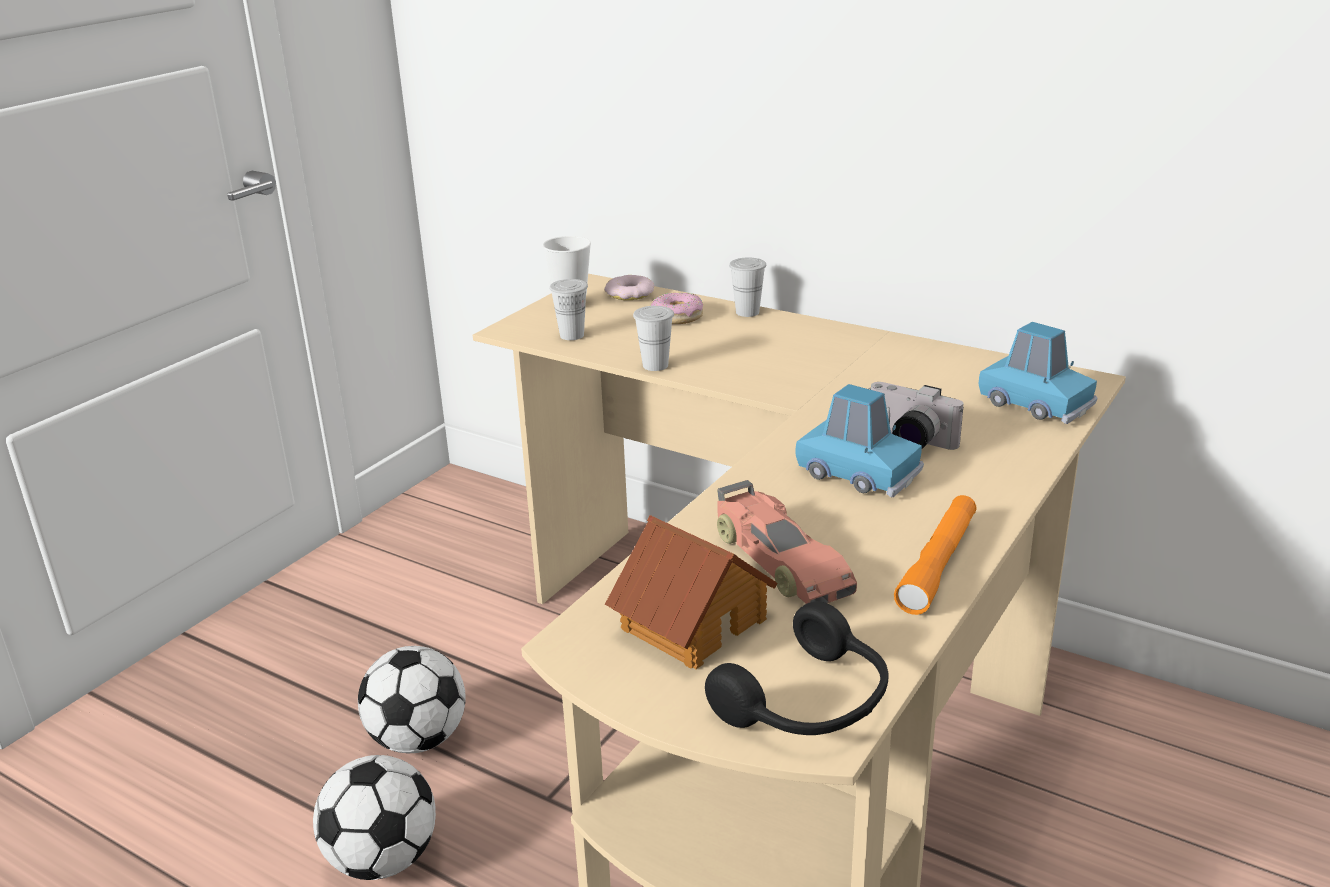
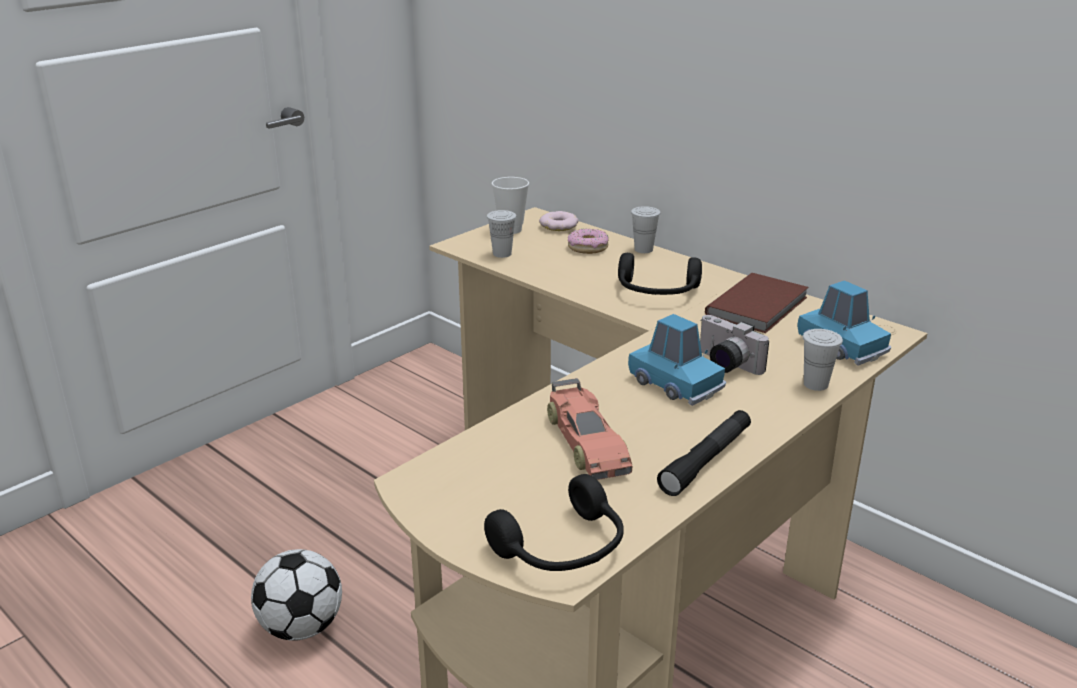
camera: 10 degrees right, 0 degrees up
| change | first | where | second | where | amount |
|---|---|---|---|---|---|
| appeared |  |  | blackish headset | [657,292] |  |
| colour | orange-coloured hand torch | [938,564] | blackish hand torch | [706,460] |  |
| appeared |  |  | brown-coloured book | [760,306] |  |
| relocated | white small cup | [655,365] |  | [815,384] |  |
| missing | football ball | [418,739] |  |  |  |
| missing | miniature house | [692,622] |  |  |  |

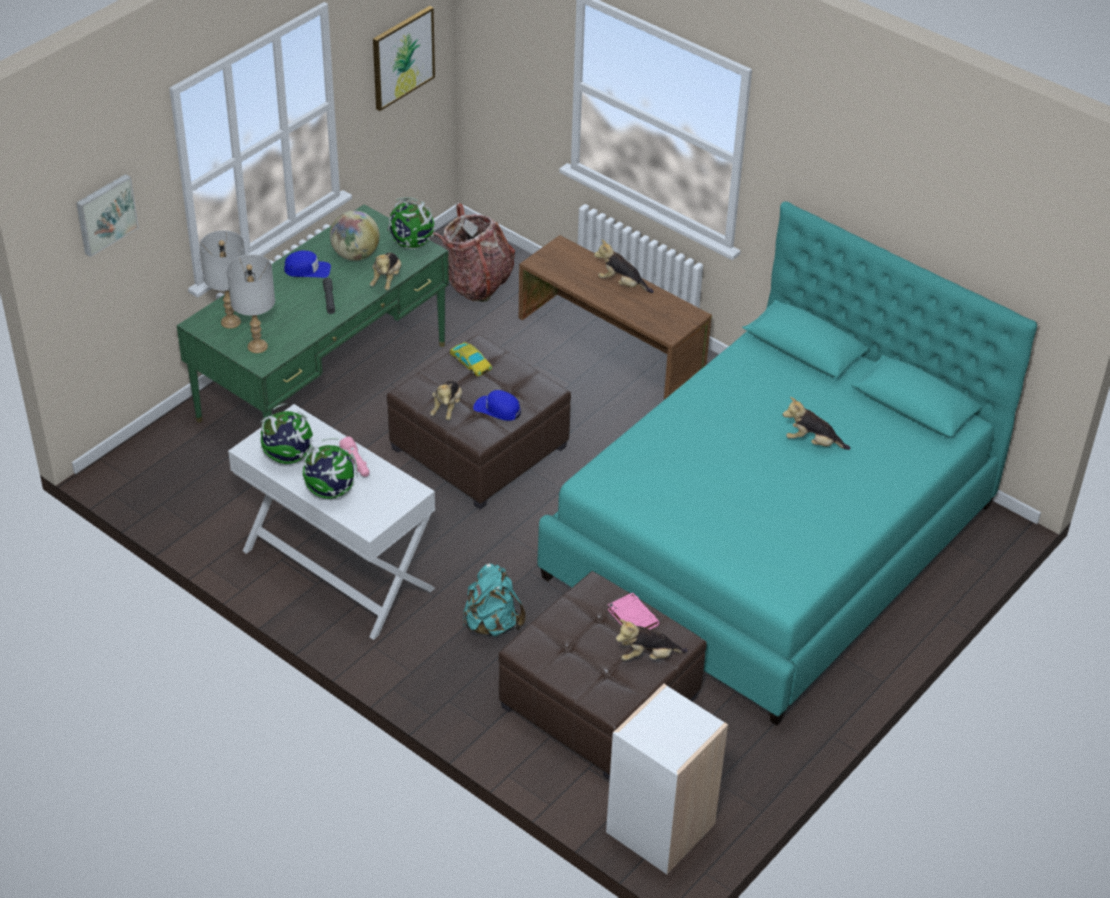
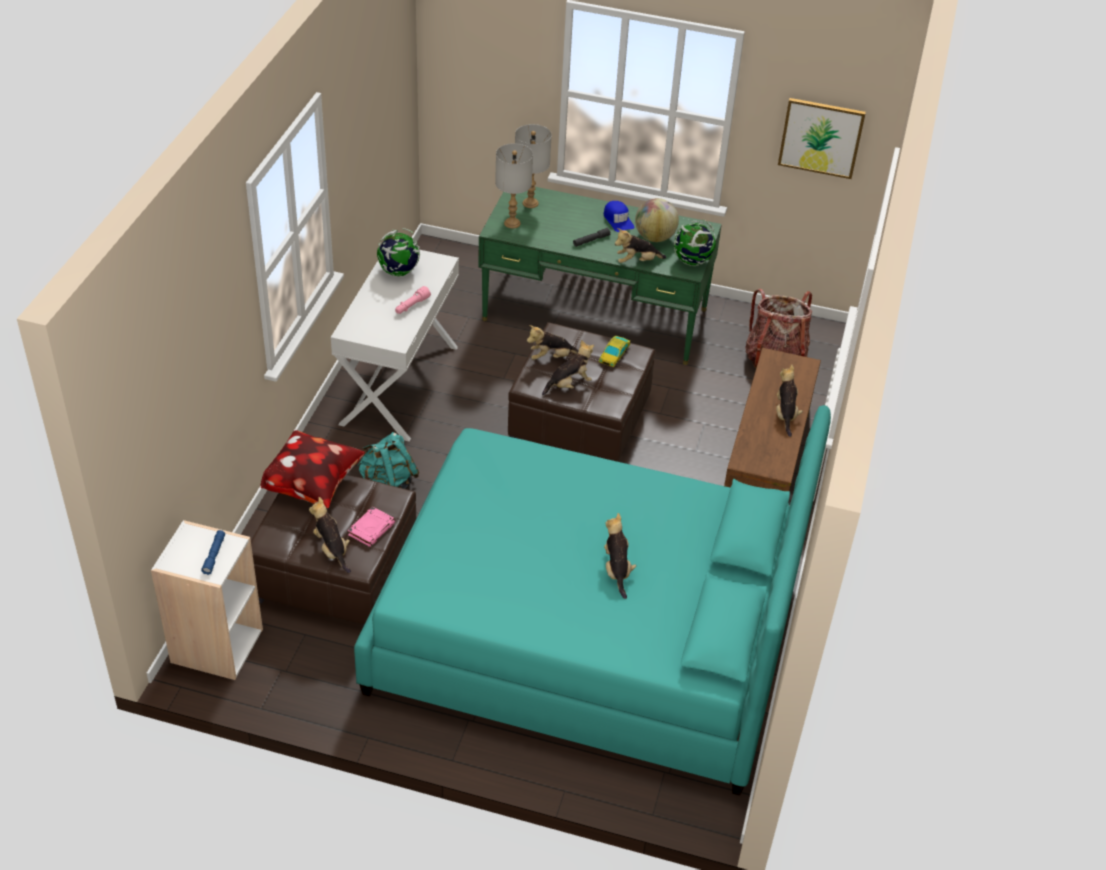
camera: 65 degrees right, 0 degrees up
| change | first | where | second | where | amount |
|---|---|---|---|---|---|
| appeared |  |  | blue hand torch | [214,555] |  |
| appeared |  |  | cushion | [314,486] |  |
| exchanged | blue peaked cap | [497,409] | plush toy | [569,384] |  |
| missing | picture | [105,213] |  |  |  |
| missing | world globe | [331,491] |  |  |  |

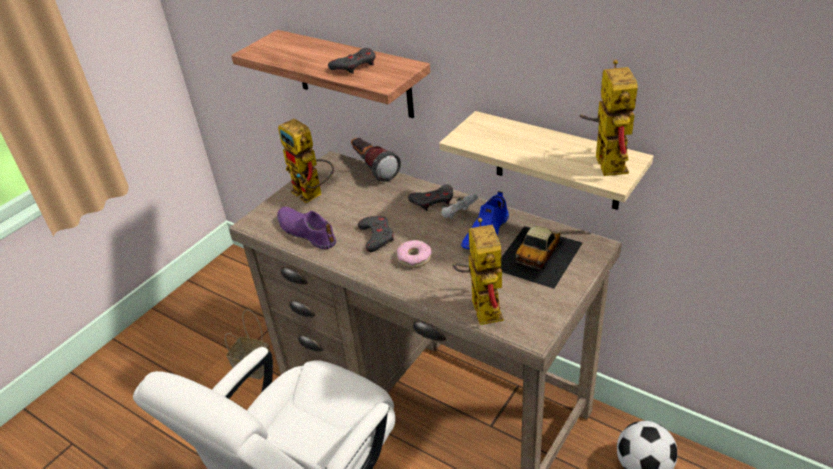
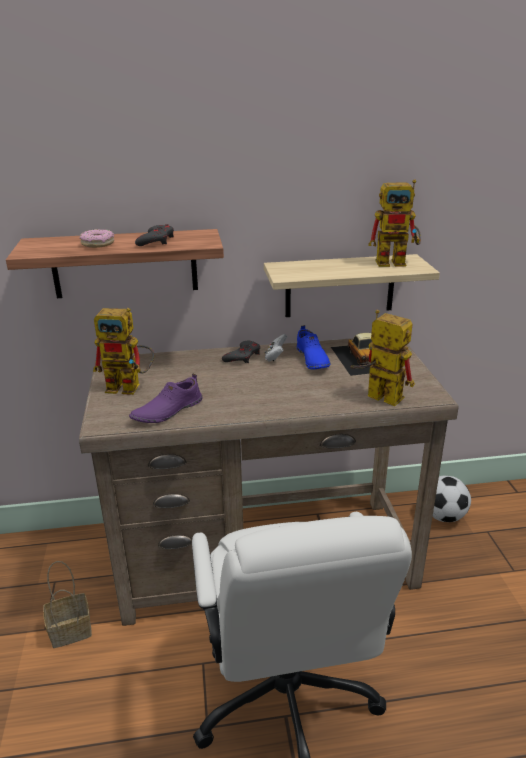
camera: 45 degrees left, 10 degrees down
| change | first | where | second | where | amount |
|---|---|---|---|---|---|
| relocated | doughnut | [414,258] |  | [98,244] |  |
| spun | purple low shoe | [306,232] |  | [167,411] | 45 degrees counterclockwise |
| spun | model robot | [604,160] |  | [397,262] | 135 degrees clockwise |
| missing | hand torch | [372,168] |  |  |  |
| missing | greyish game controller | [376,236] |  |  |  |

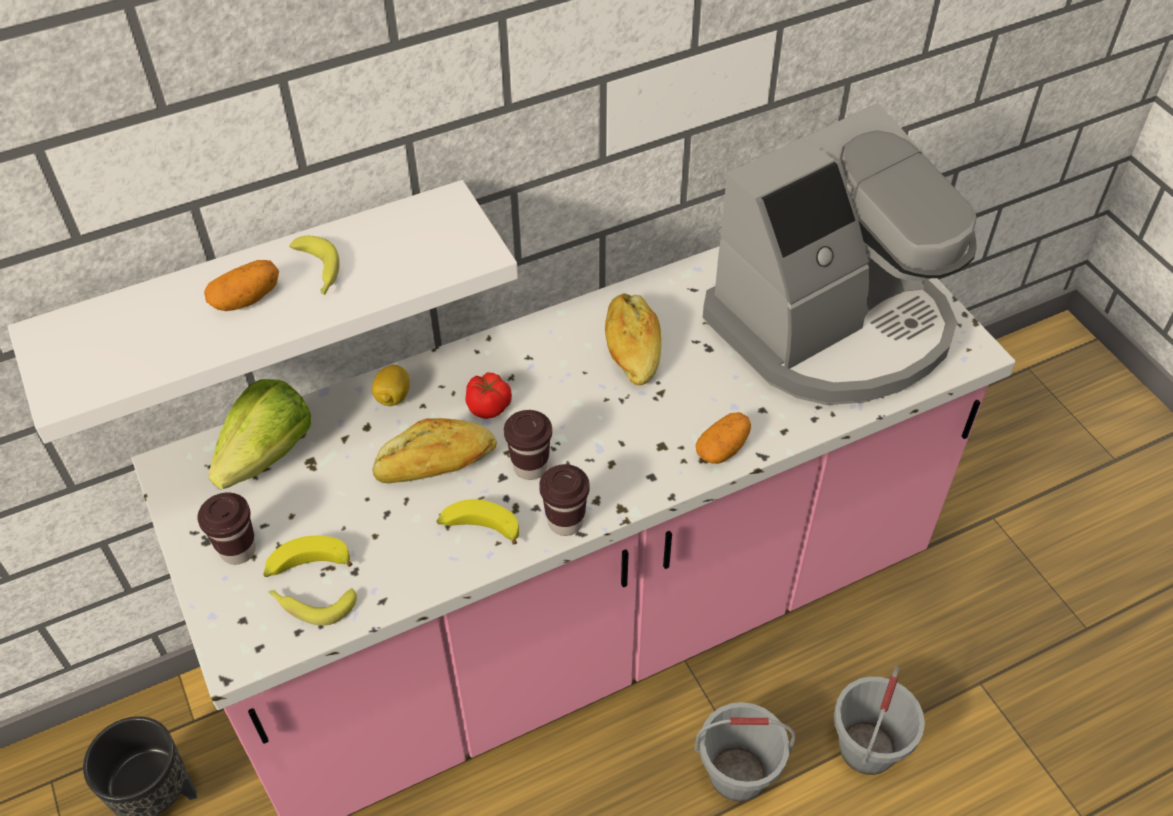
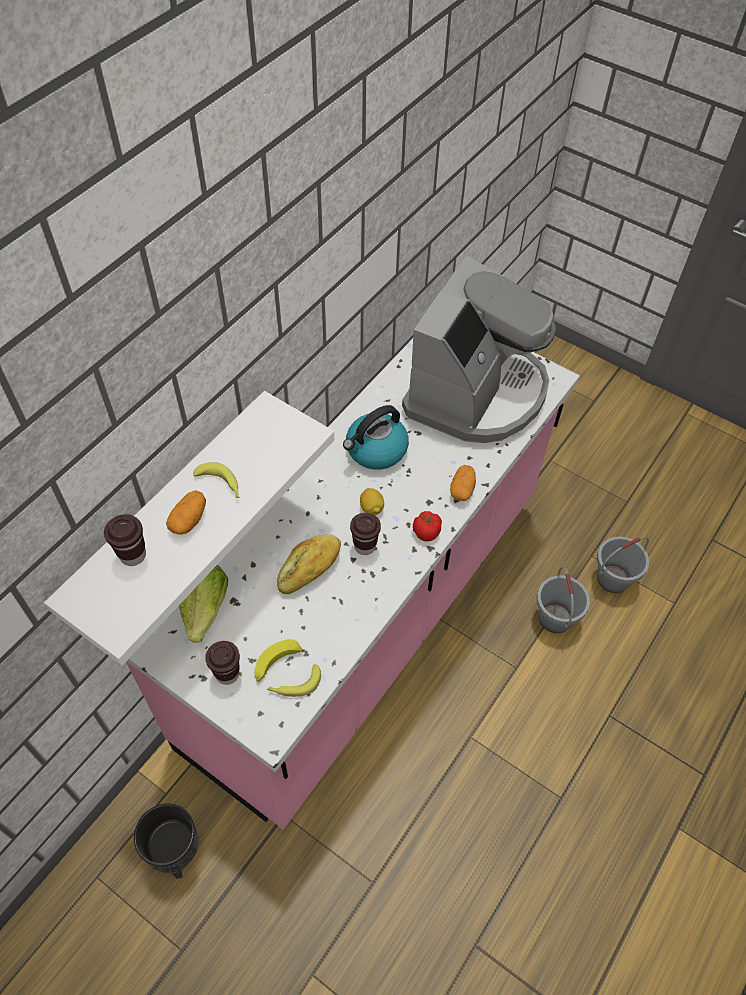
camera: 30 degrees left, 5 degrees up
| change | first | where | second | where | amount |
|---|---|---|---|---|---|
| relocated | brown-coloured small cup | [565,522] |  | [133,555] |  |
| exchanged | baked bread | [631,348] | water kettle | [375,450] |  |
| relocated | lemon | [393,397] |  | [371,508] |  |
| relocated | whole tomato | [490,407] |  | [427,532] |  |
| relocated | greyish pail | [738,773] |  | [613,578] |  |
| missing | whole banana | [479,529] |  |  |  |

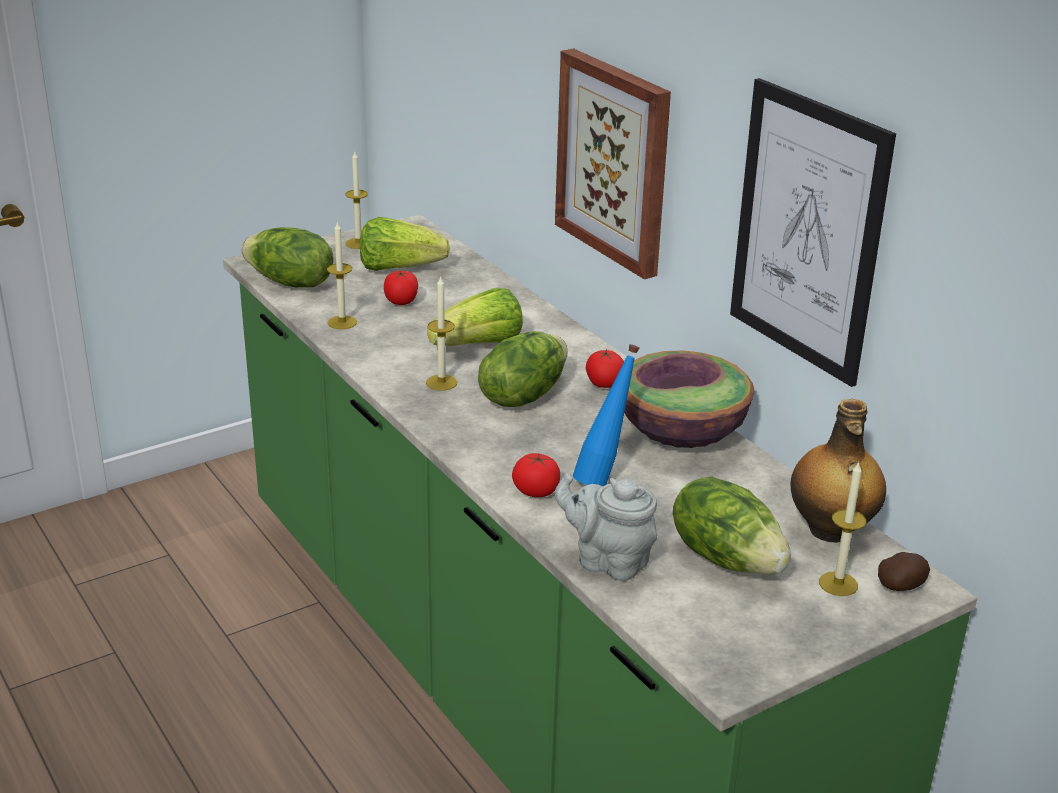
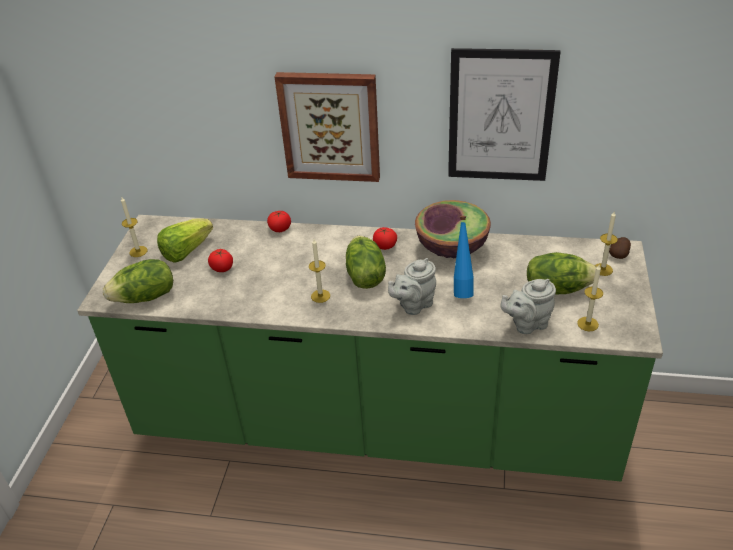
camera: 45 degrees left, 10 degrees up
| change | first | where | second | where | amount |
|---|---|---|---|---|---|
| relocated | whole tomato | [536,491] |  | [280,229] |  |
| appeared |  |  | greyish tea pot | [413,305] |  |
| relocated | wax candle | [342,322] |  | [587,324] |  |
| missing | lettuce head | [480,346] |  |  |  |
| missing | beverage bottle | [830,531] |  |  |  |

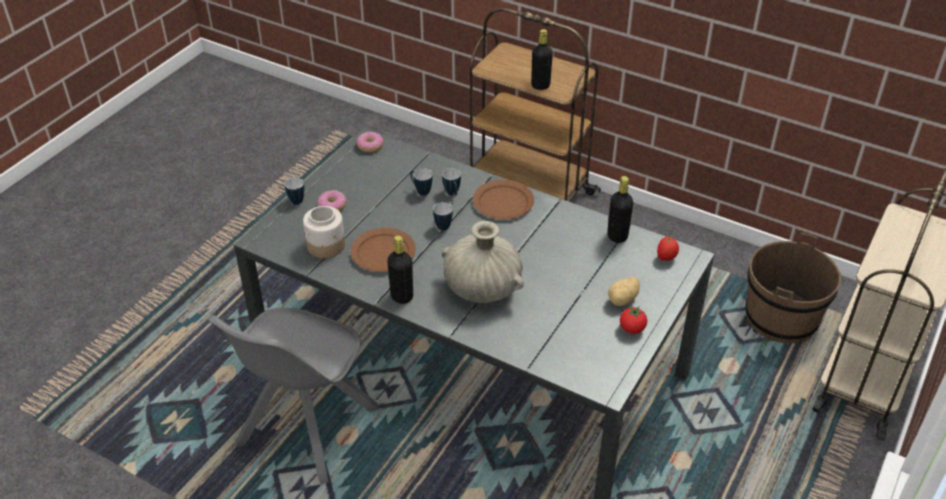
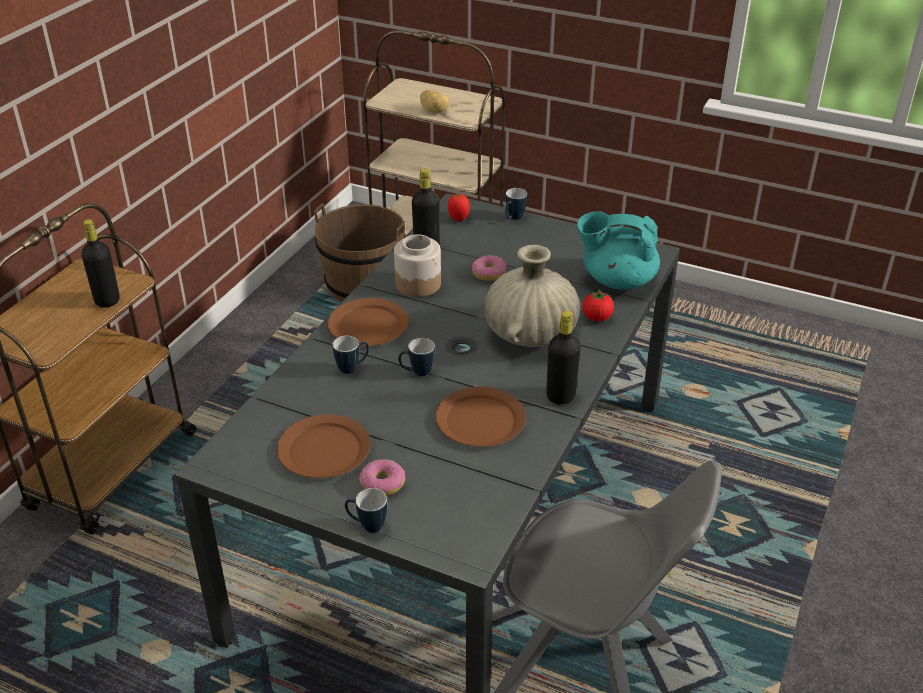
camera: 95 degrees left, 5 degrees down
| change | first | where | second | where | amount |
|---|---|---|---|---|---|
| appeared |  |  | brown-coloured dinner plate | [324,449] |  |
| relocated | storage jar | [326,245] |  | [418,284] |  |
| relocated | spud | [623,300] |  | [434,111] |  |
| relocated | doughnut | [370,146] |  | [489,273] |  |
| relocated | coffee mug | [420,191] |  | [513,218] |  |
| appeared |  |  | turquoise-coloured tea pot | [616,280] |  |
| relocated | whole tomato | [632,329] |  | [597,318] |  |

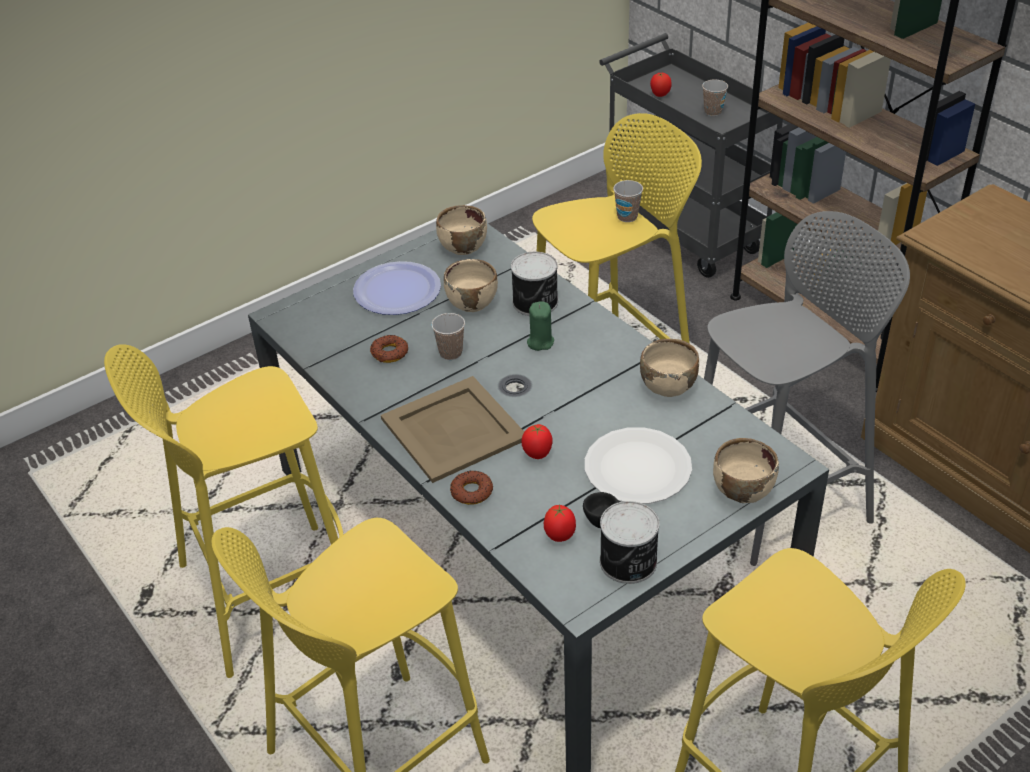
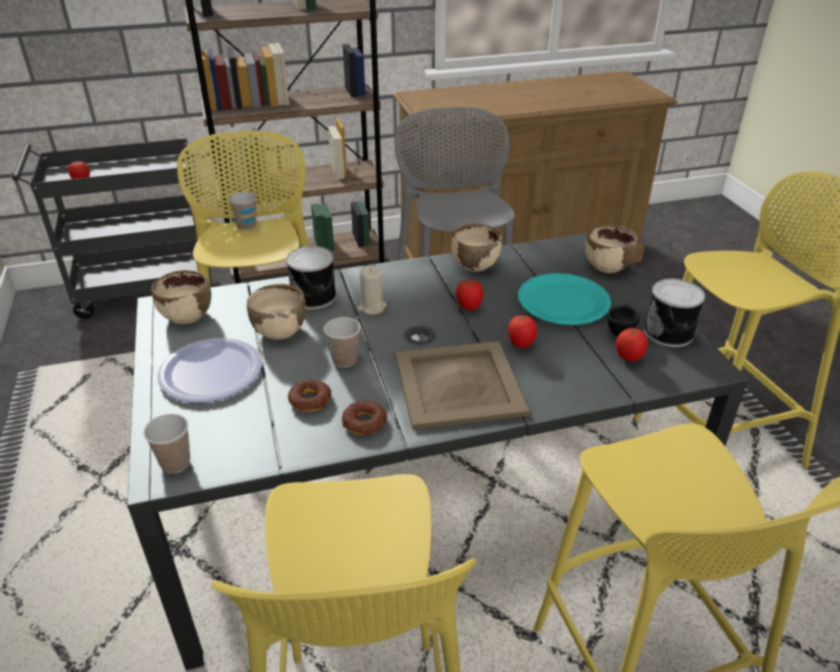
camera: 70 degrees left, 5 degrees down
| change | first | where | second | where | amount |
|---|---|---|---|---|---|
| relocated | small cup | [713,112] |  | [175,463] |  |
| relocated | doughnut | [471,492] |  | [364,422] |  |
| colour | green-coloured wax candle | [540,342] | beige wax candle | [371,307] |  |
| appeared |  |  | whole tomato | [469,307] |  |
| colour | white dinner plate | [638,468] | turquoise-coloured dinner plate | [563,301] |  |

